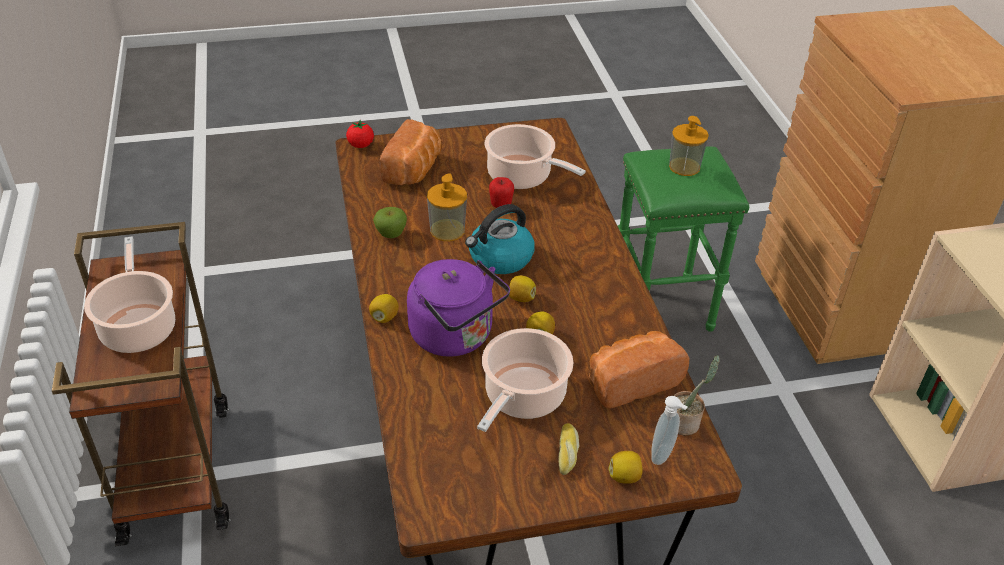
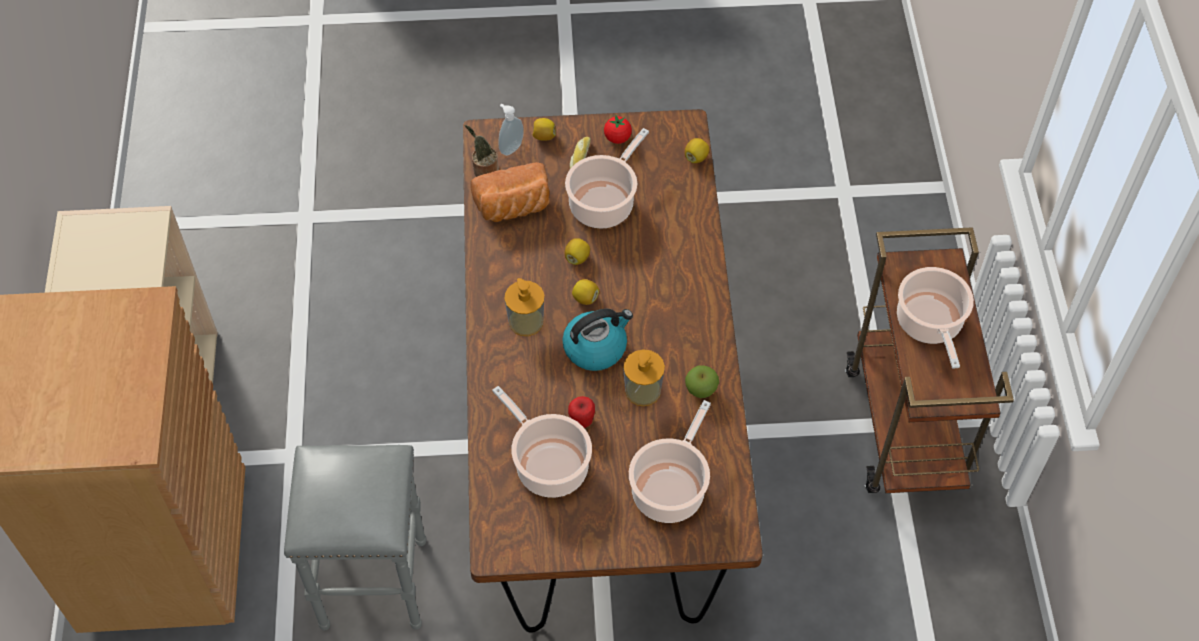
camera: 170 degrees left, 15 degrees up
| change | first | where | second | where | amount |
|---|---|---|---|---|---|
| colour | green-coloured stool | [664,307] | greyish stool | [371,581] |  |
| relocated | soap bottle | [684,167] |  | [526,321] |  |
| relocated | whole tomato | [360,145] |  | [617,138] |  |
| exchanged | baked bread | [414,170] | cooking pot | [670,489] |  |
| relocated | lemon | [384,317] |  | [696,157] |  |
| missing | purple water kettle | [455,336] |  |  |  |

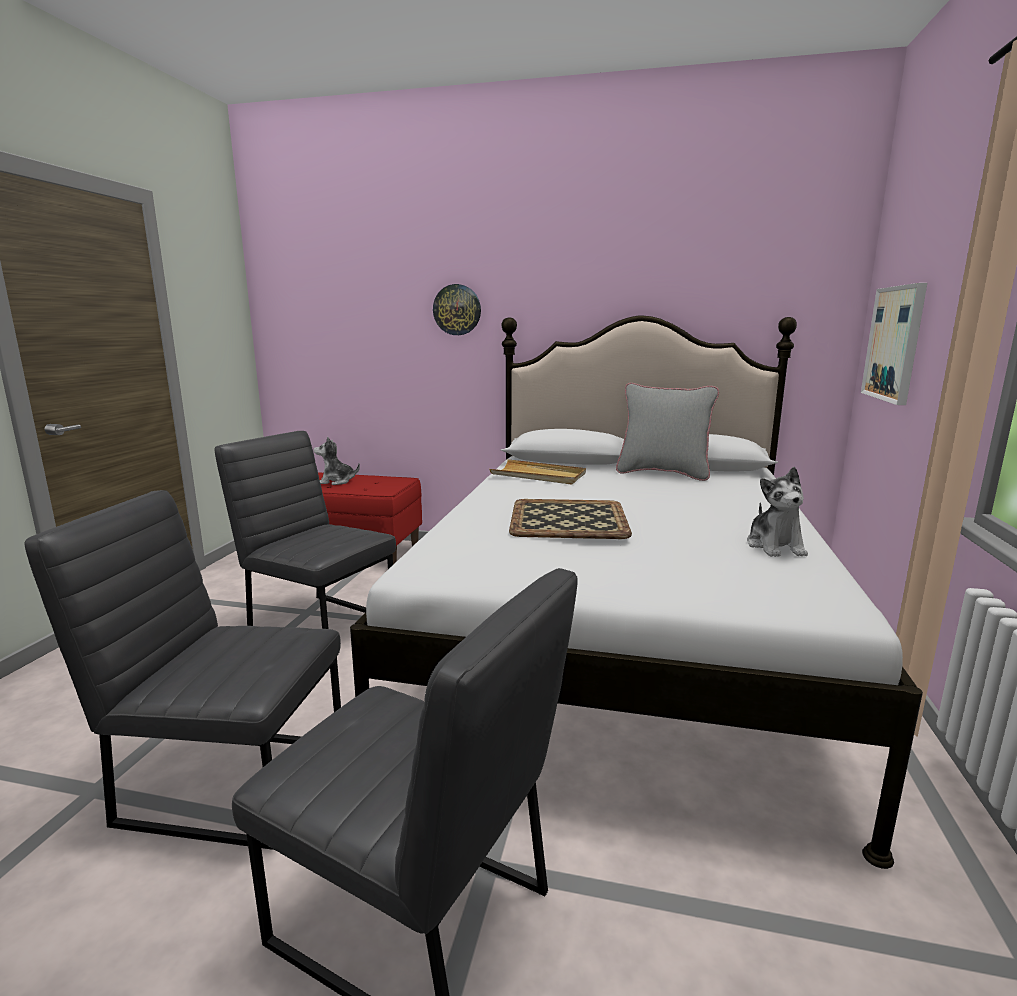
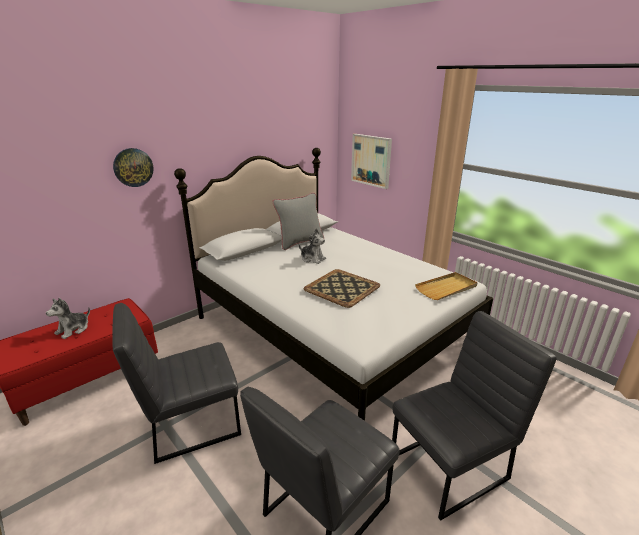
camera: 55 degrees left, 10 degrees up
| change | first | where | second | where | amount |
|---|---|---|---|---|---|
| relocated | plush toy | [775,546] |  | [312,259] |  |
| relocated | beige serving tray | [538,476] |  | [446,288] |  |

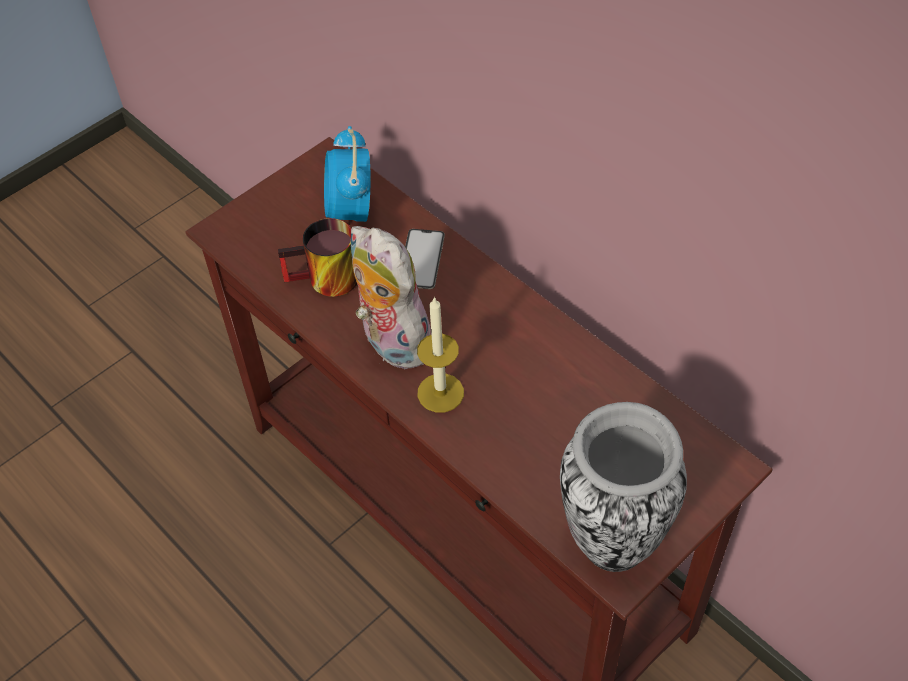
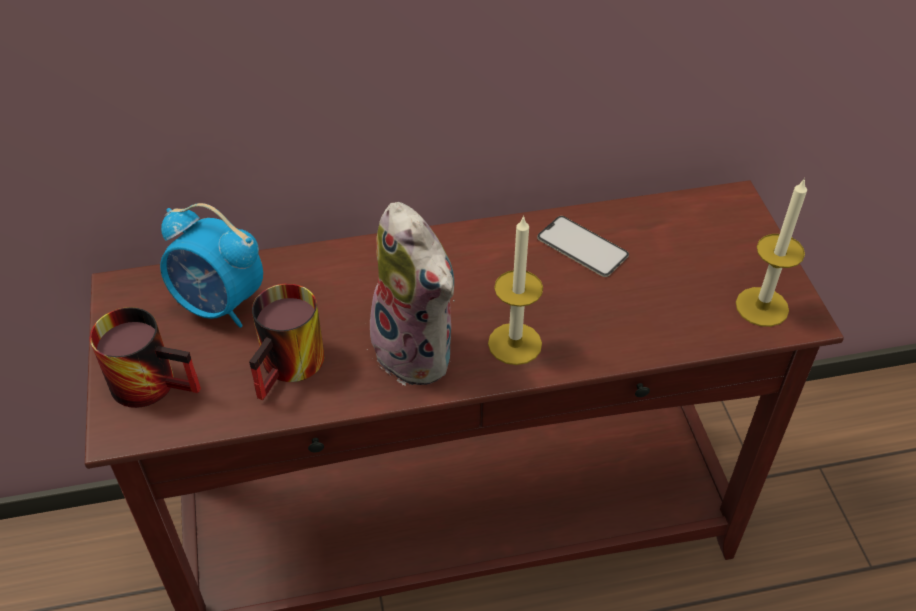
camera: 60 degrees left, 5 degrees down
| change | first | where | second | where | amount |
|---|---|---|---|---|---|
| appeared |  |  | coffee mug | [155,380] |  |
| spun | plush toy | [391,341] |  | [419,351] | 120 degrees counterclockwise |
| relocated | telephone | [421,259] |  | [582,246] |  |
| exchanged | decorative vase | [611,540] | wax candle | [762,307] |  |

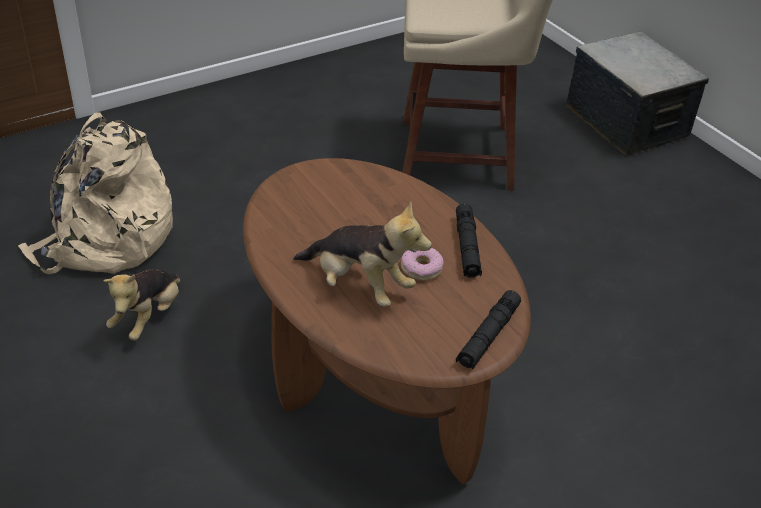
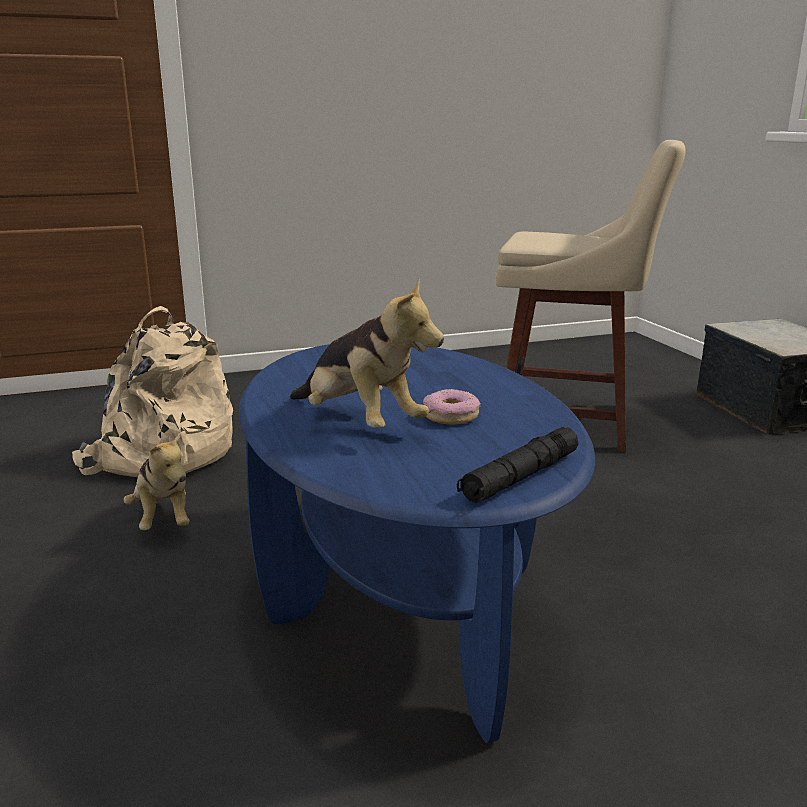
camera: 15 degrees right, 20 degrees down
| change | first | where | second | where | amount |
|---|---|---|---|---|---|
| spun | plush toy | [148,317] |  | [163,519] | 60 degrees counterclockwise |
| colour | brown-coloured low table | [373,372] | blue low table | [403,596] |  |
| missing | blackish hand torch | [467,247] |  |  |  |

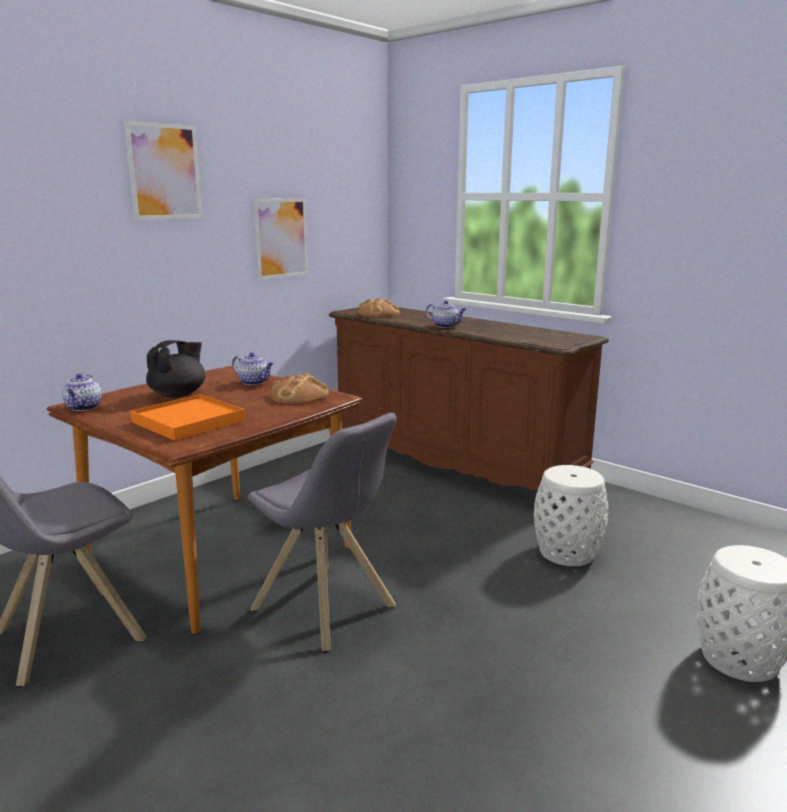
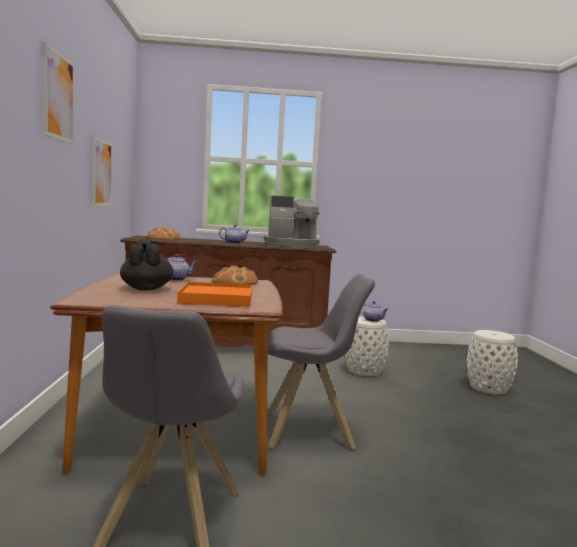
camera: 45 degrees left, 10 degrees down
| change | first | where | second | where | amount |
|---|---|---|---|---|---|
| appeared |  |  | coffee machine | [292,245] |  |
| relocated | tea pot | [84,408] |  | [373,320] |  |

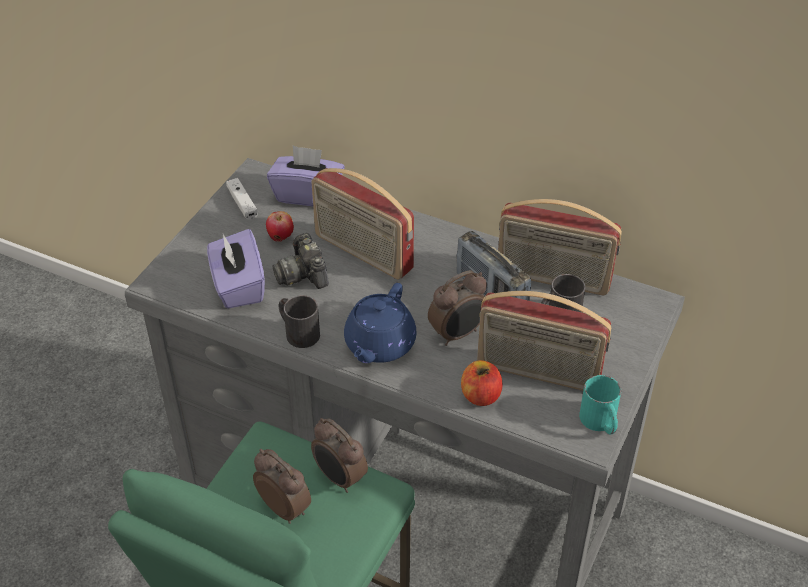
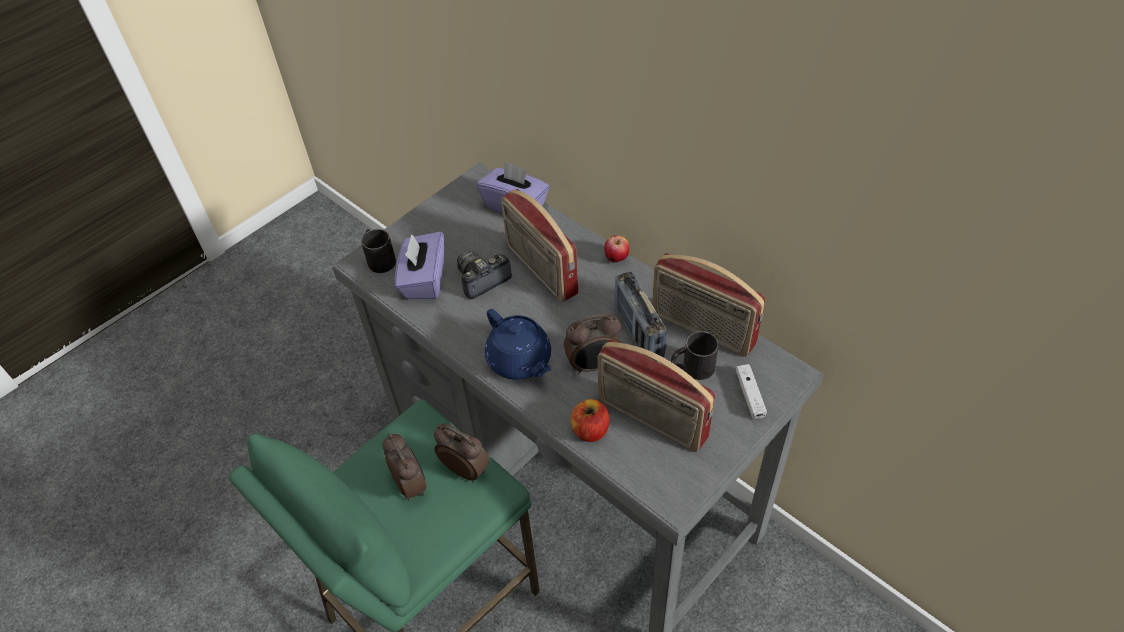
camera: 20 degrees right, 5 degrees up
| change | first | where | second | where | amount |
|---|---|---|---|---|---|
| relocated | blackish coffee mug | [298,331] |  | [379,258] |  |
| spun | bedside clock | [339,478] |  | [466,469] | 150 degrees clockwise |
| spun | photo camera | [303,274] |  | [482,280] | 60 degrees clockwise |
| spun | blue tea pot | [379,345] |  | [520,361] | 75 degrees counterclockwise |
| relocated | apple | [281,238] |  | [617,259] |  |
| relocated | white game controller | [242,203] |  | [749,395] |  |
| missing | turquoise-coloured coffee mug | [600,422] |  |  |  |

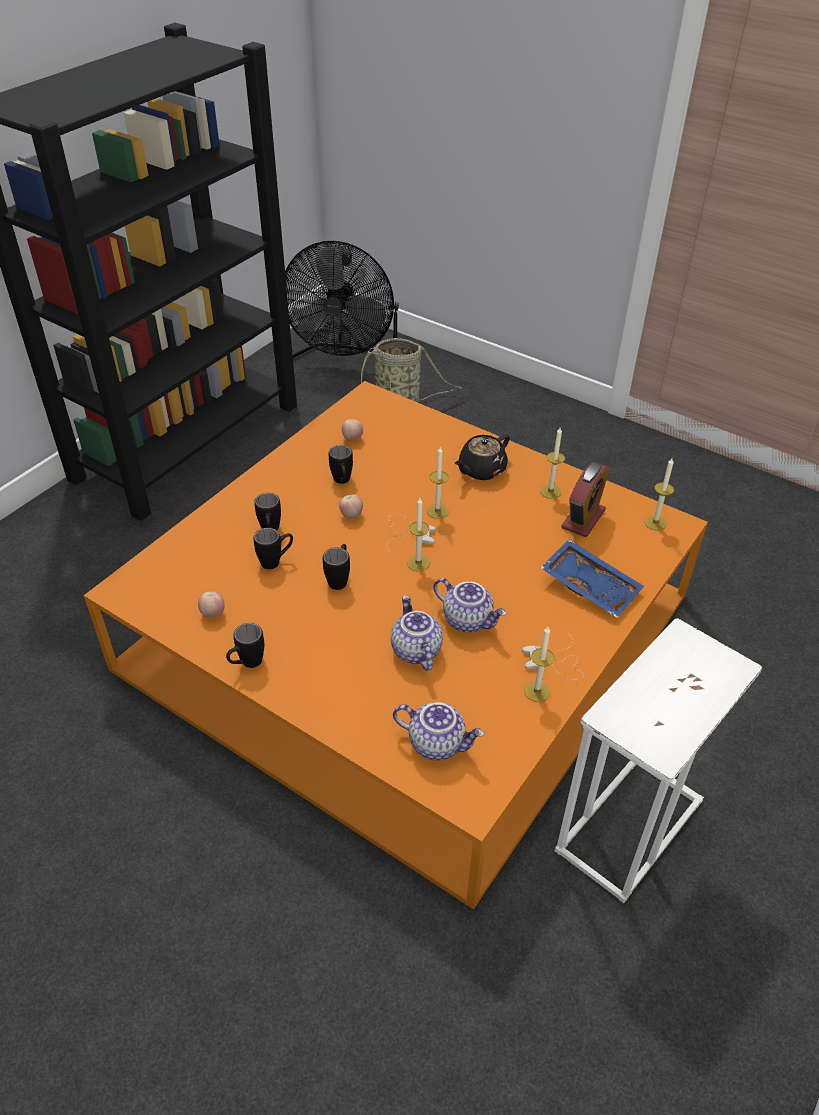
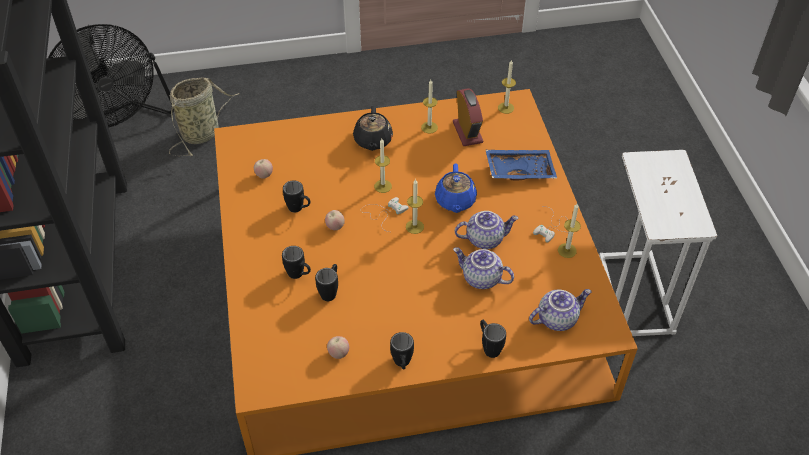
camera: 45 degrees left, 5 degrees up
| change | first | where | second | where | amount |
|---|---|---|---|---|---|
| appeared |  |  | blue tea pot | [455,201] |  |
| relocated | blackish coffee mug | [339,578] |  | [489,347] |  |

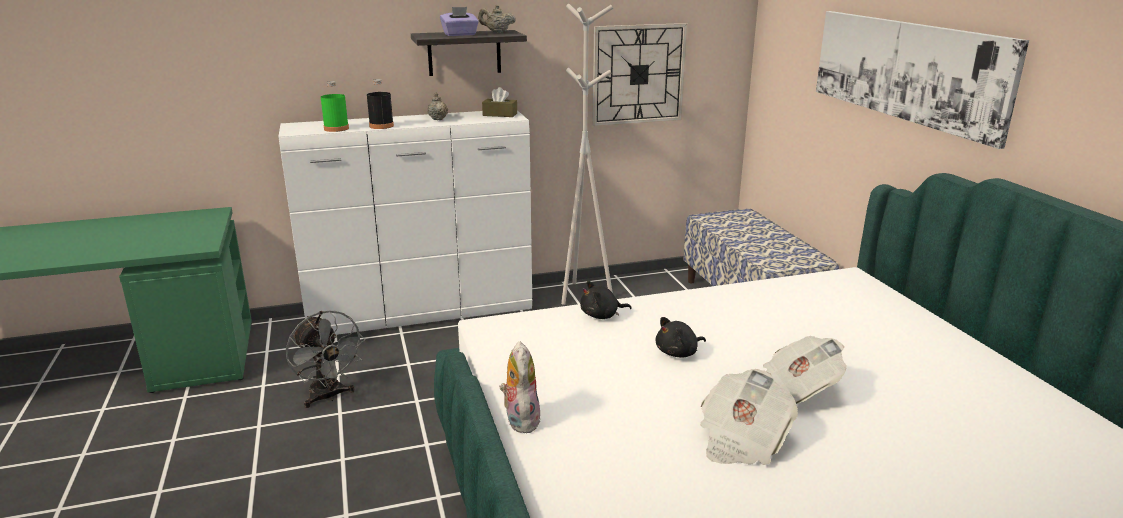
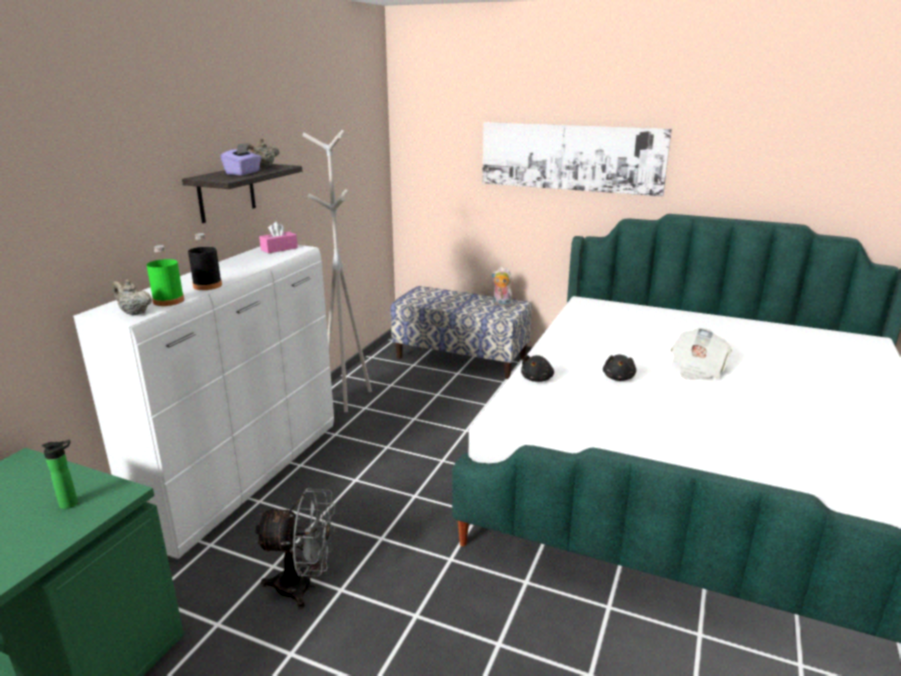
camera: 50 degrees left, 0 degrees up
| change | first | where | second | where | amount |
|---|---|---|---|---|---|
| appeared |  |  | beverage bottle | [72,503] |  |
| relocated | beige tea pot | [438,119] |  | [134,313] |  |
| colour | brown-coloured tissue holder | [500,114] | pinkish tissue holder | [279,249] |  |
| relocated | plush toy | [520,420] |  | [501,304] |  |
| missing | hanging clock | [638,74] |  |  |  |
| missing | daily paper | [741,440] |  |  |  |

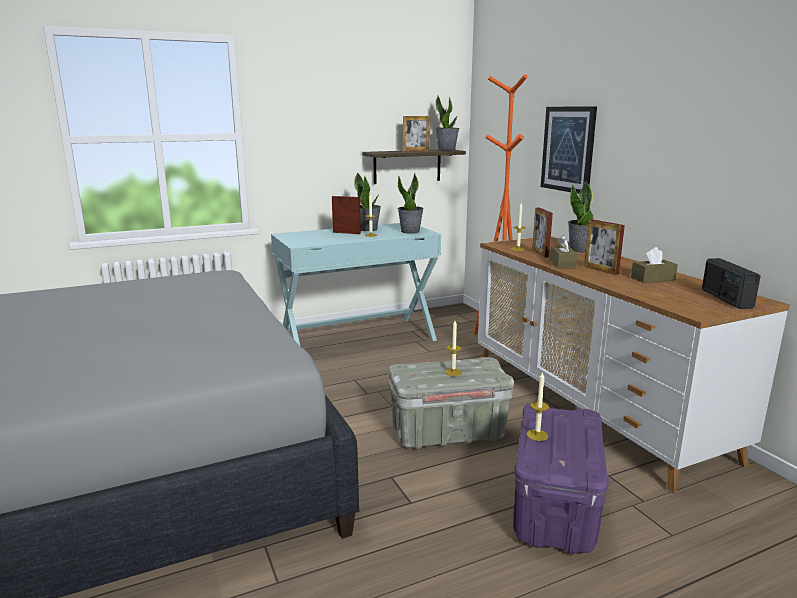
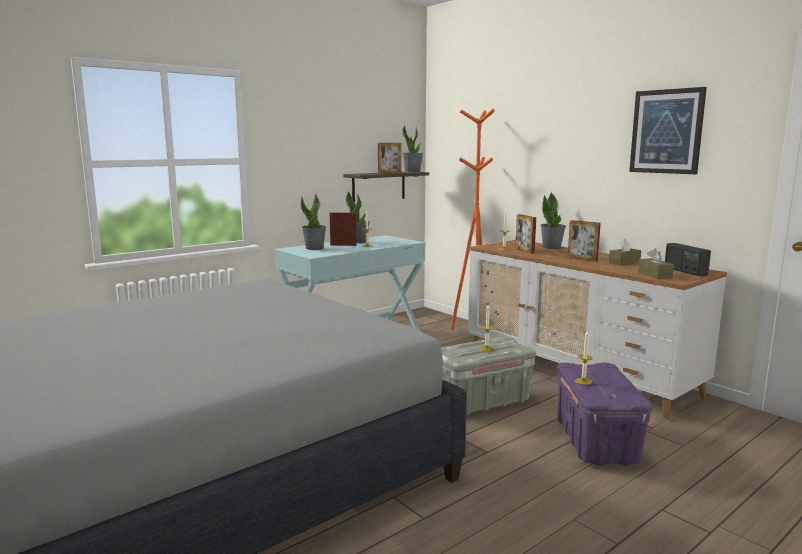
camera: 15 degrees left, 5 degrees down
| change | first | where | second | where | amount |
|---|---|---|---|---|---|
| relocated | potted plant | [410,231] |  | [315,248] |  |
| relocated | picture | [568,149] |  | [666,131] |  |
| relocated | brown-coloured tissue holder | [562,264] |  | [654,275] |  |

